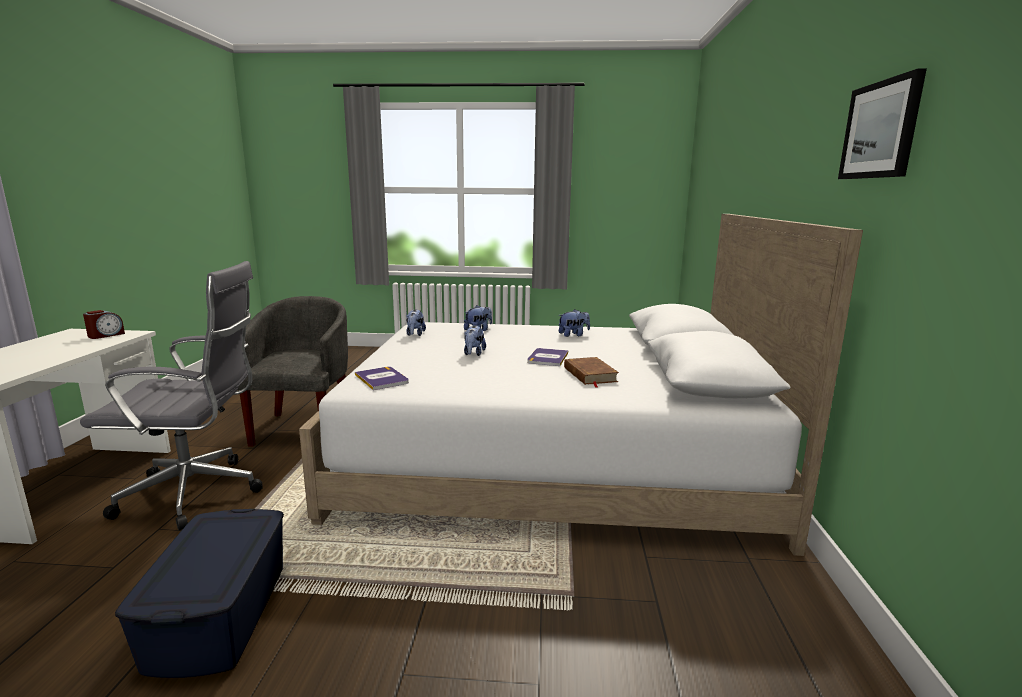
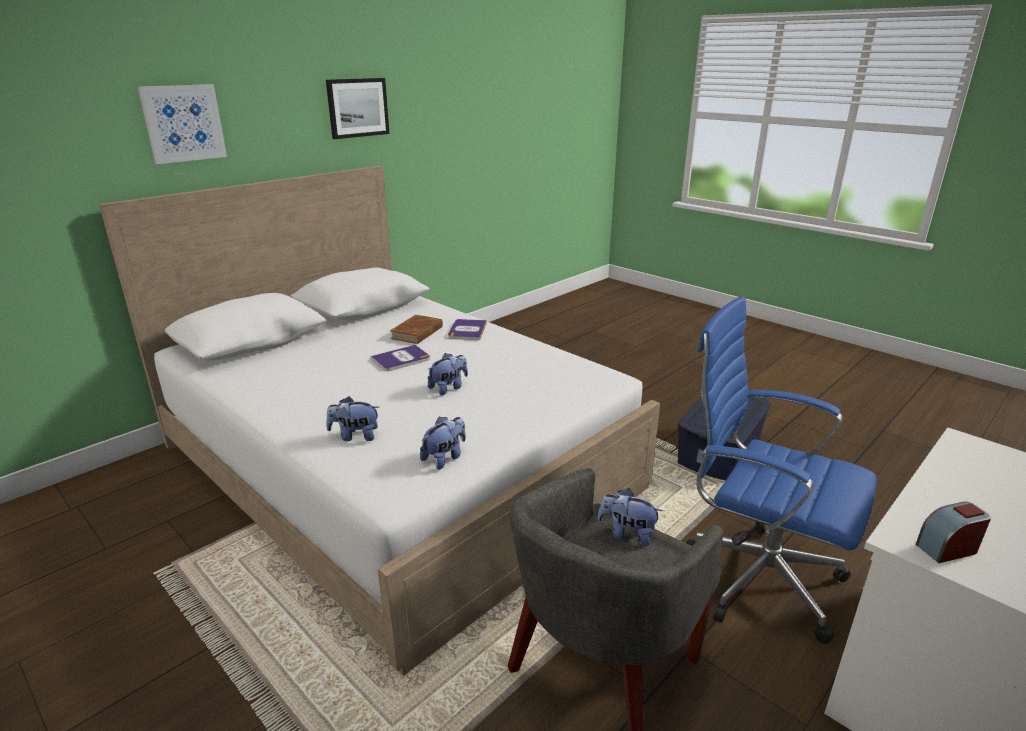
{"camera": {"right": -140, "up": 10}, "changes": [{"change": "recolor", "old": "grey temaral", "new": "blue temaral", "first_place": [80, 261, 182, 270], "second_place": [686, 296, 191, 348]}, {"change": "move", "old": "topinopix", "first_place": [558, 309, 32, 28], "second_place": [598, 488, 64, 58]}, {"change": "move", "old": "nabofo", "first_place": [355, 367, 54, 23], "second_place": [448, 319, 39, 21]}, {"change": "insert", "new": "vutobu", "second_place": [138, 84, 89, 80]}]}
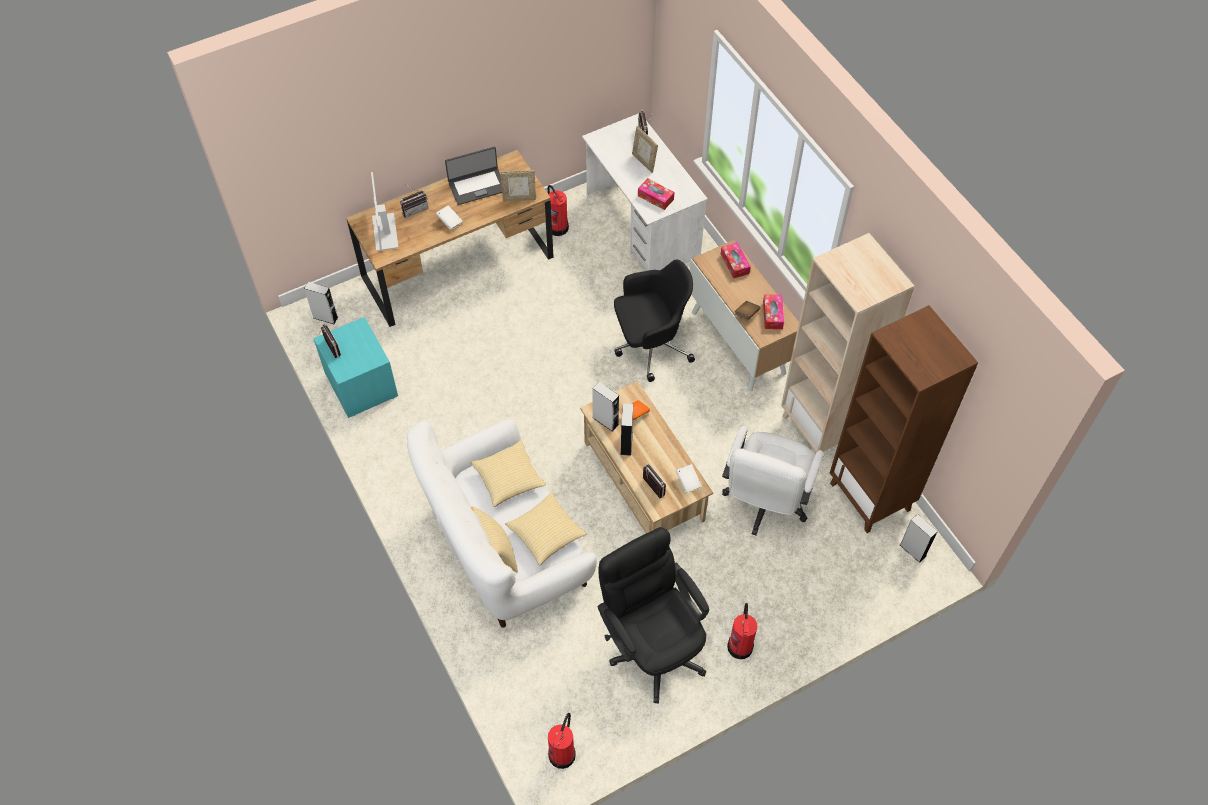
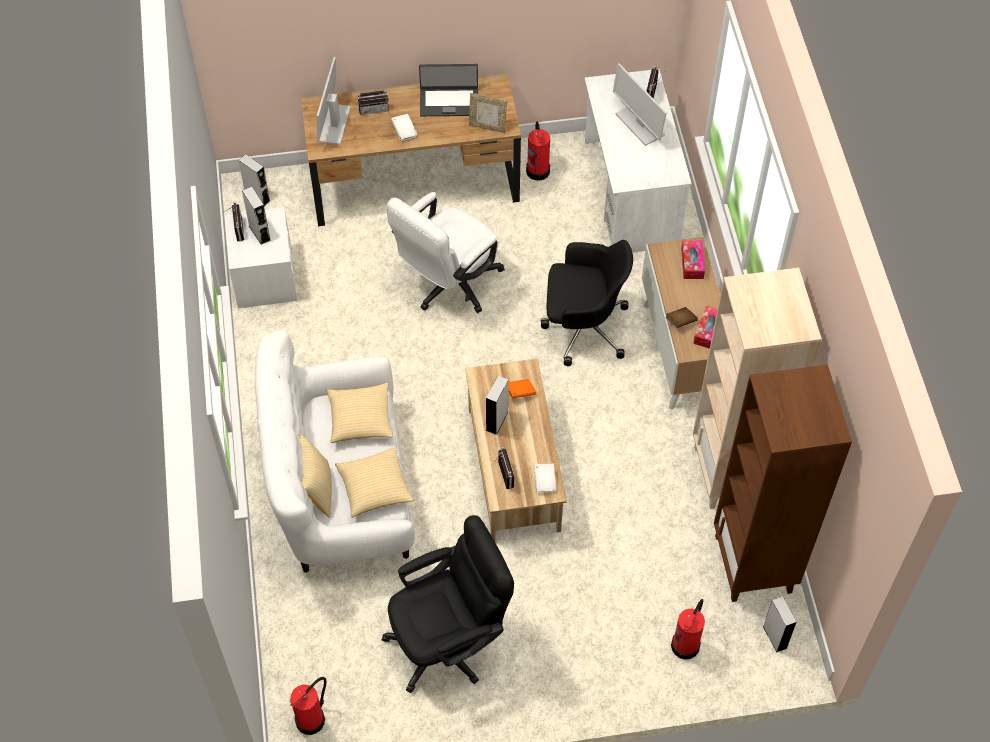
{"camera": {"right": 20, "up": 0}, "changes": [{"change": "replace", "old": "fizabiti", "new": "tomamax", "first_place": [632, 126, 26, 47], "second_place": [613, 63, 54, 83]}, {"change": "delete", "old": "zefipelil", "first_place": [638, 178, 36, 32]}, {"change": "recolor", "old": "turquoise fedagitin", "new": "white fedagitin", "first_place": [313, 317, 85, 101], "second_place": [224, 207, 73, 101]}, {"change": "move", "old": "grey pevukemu", "first_place": [592, 382, 27, 50], "second_place": [242, 186, 29, 59]}, {"change": "move", "old": "white temaral", "first_place": [722, 426, 101, 109], "second_place": [386, 192, 119, 121]}, {"change": "rotate", "old": "black temaral", "first_place": [597, 527, 112, 177], "second_place": [382, 515, 132, 178], "degrees": 75}, {"change": "move", "old": "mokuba", "first_place": [727, 603, 30, 56], "second_place": [671, 599, 34, 60]}]}
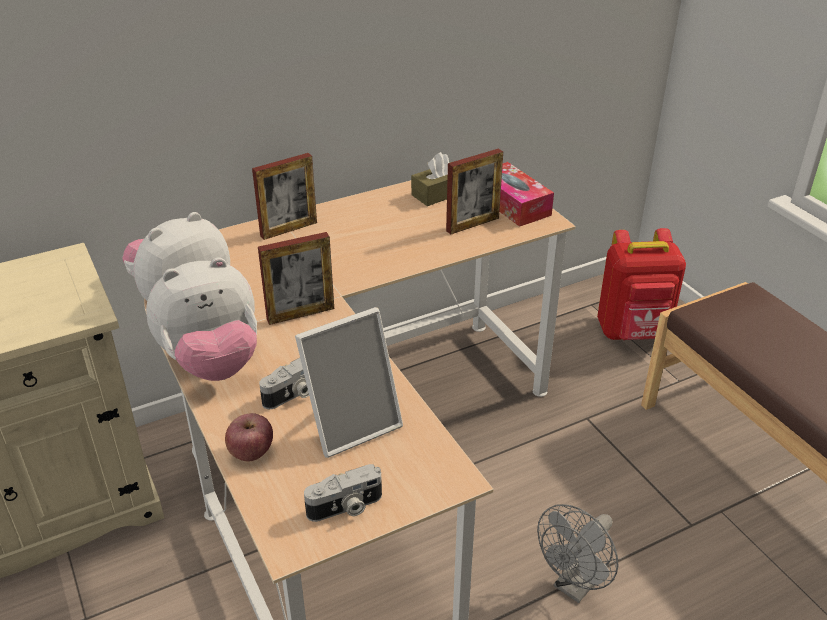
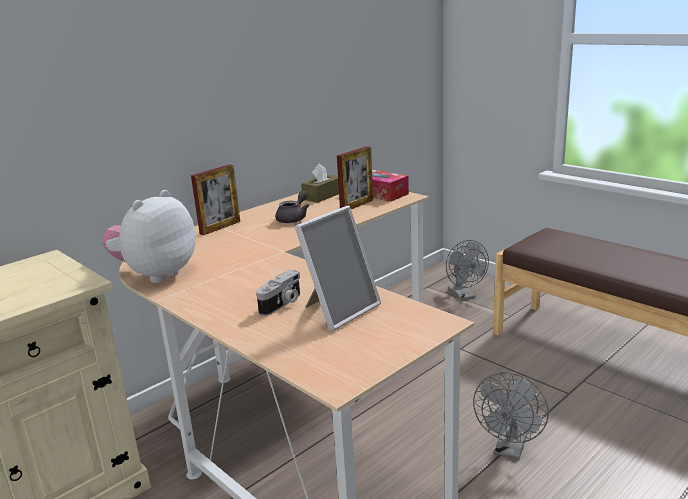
{"camera": {"right": -15, "up": -15}, "changes": [{"change": "replace", "old": "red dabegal", "new": "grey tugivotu", "first_place": [597, 228, 89, 112], "second_place": [446, 240, 43, 61]}, {"change": "delete", "old": "fizabiti", "first_place": [258, 232, 76, 93]}, {"change": "delete", "old": "topinopix", "first_place": [146, 257, 111, 124]}, {"change": "delete", "old": "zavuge", "first_place": [225, 413, 48, 48]}, {"change": "delete", "old": "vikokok", "first_place": [304, 464, 78, 58]}, {"change": "insert", "new": "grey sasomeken", "second_place": [275, 191, 34, 32]}]}
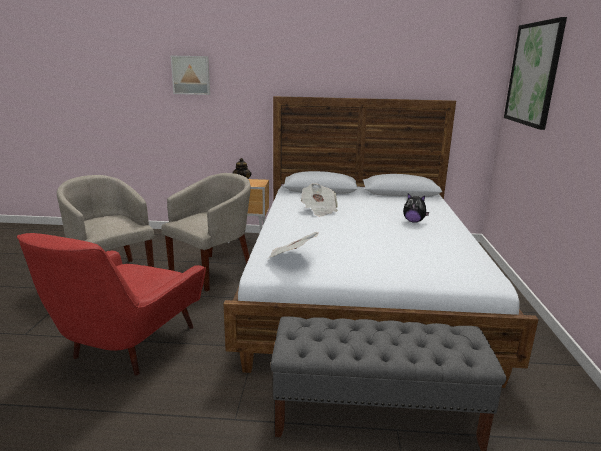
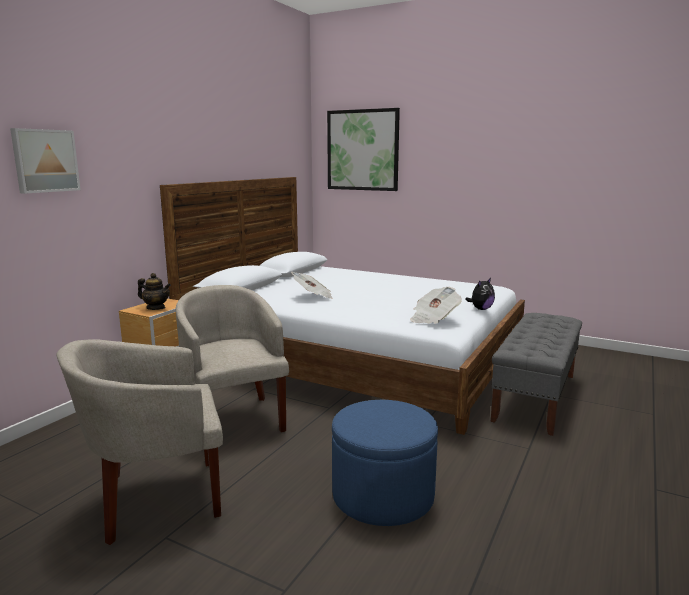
{"camera": {"right": -65, "up": -5}, "changes": [{"change": "move", "old": "topinopix", "first_place": [403, 194, 26, 29], "second_place": [465, 278, 30, 32]}, {"change": "replace", "old": "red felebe", "new": "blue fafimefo", "first_place": [17, 233, 189, 142], "second_place": [332, 400, 106, 126]}]}
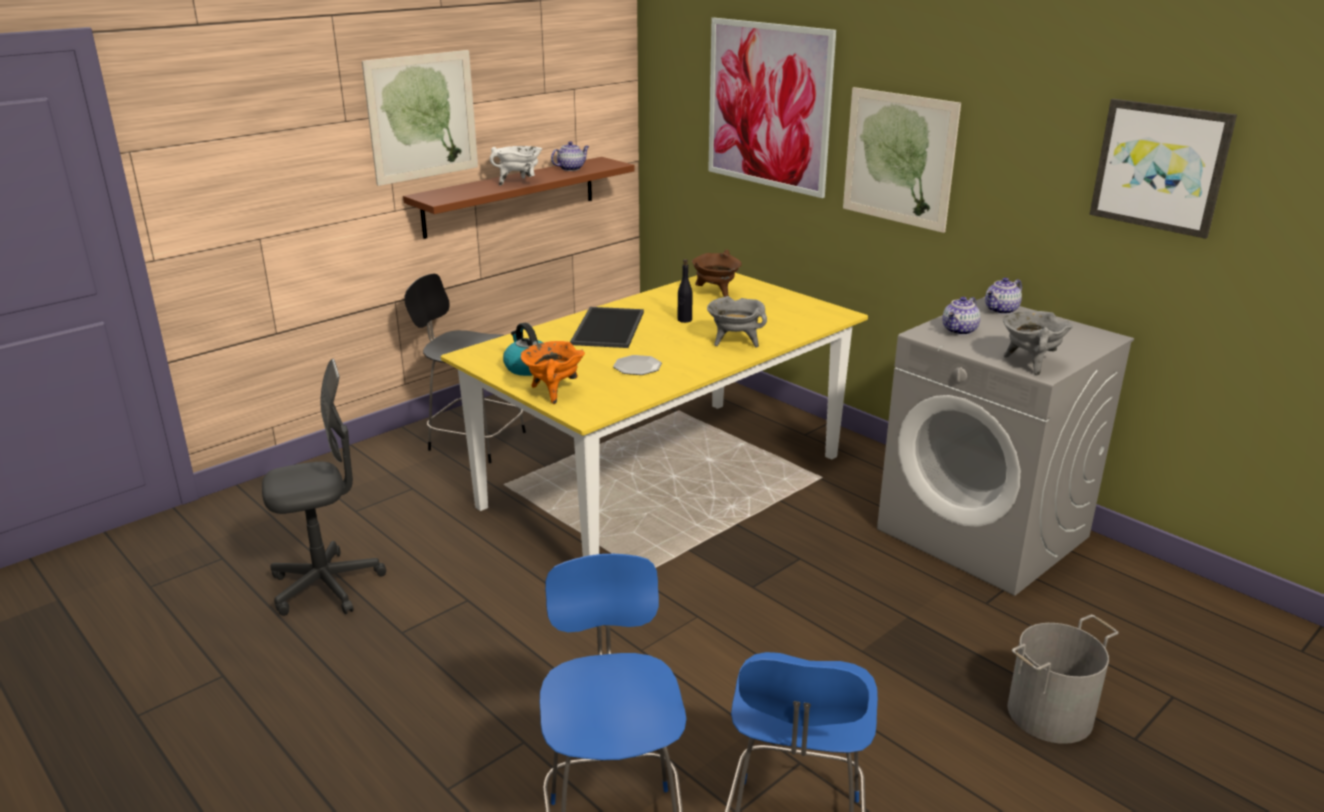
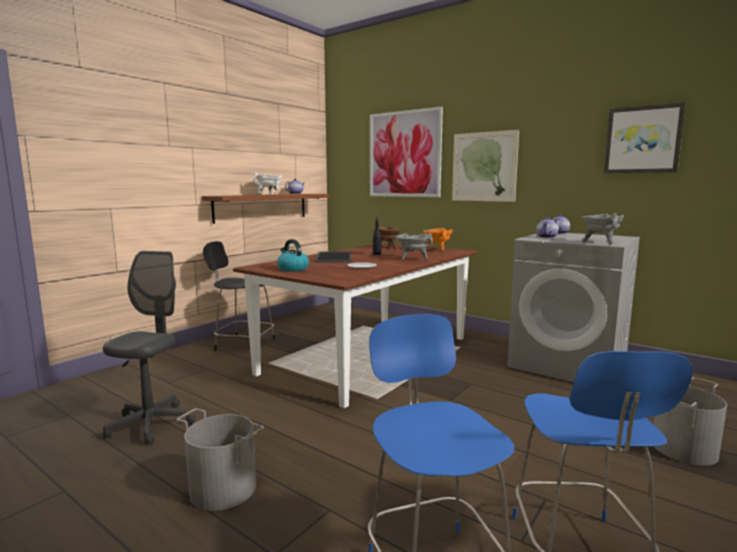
{"camera": {"right": -10, "up": -15}, "changes": [{"change": "delete", "old": "vutobu", "first_place": [362, 50, 116, 136]}, {"change": "recolor", "old": "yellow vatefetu", "new": "brown vatefetu", "first_place": [441, 273, 427, 284], "second_place": [233, 243, 244, 166]}, {"change": "move", "old": "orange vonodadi", "first_place": [521, 341, 64, 63], "second_place": [423, 228, 30, 24]}, {"change": "rotate", "old": "grey temaral", "first_place": [262, 359, 124, 257], "second_place": [103, 251, 92, 194], "degrees": -45}, {"change": "insert", "new": "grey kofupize", "second_place": [176, 409, 88, 102]}]}
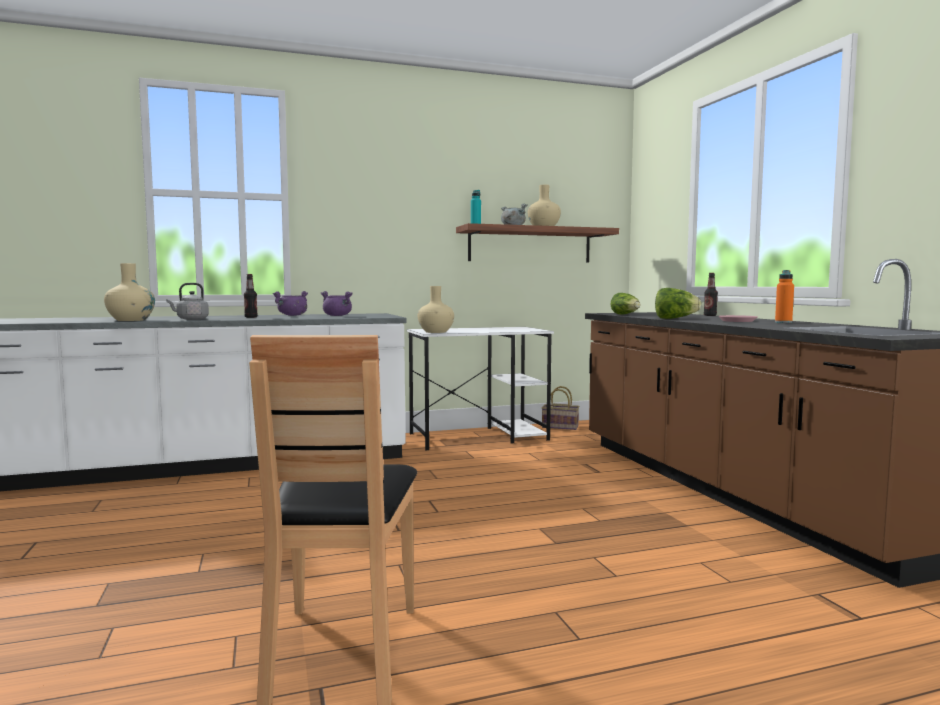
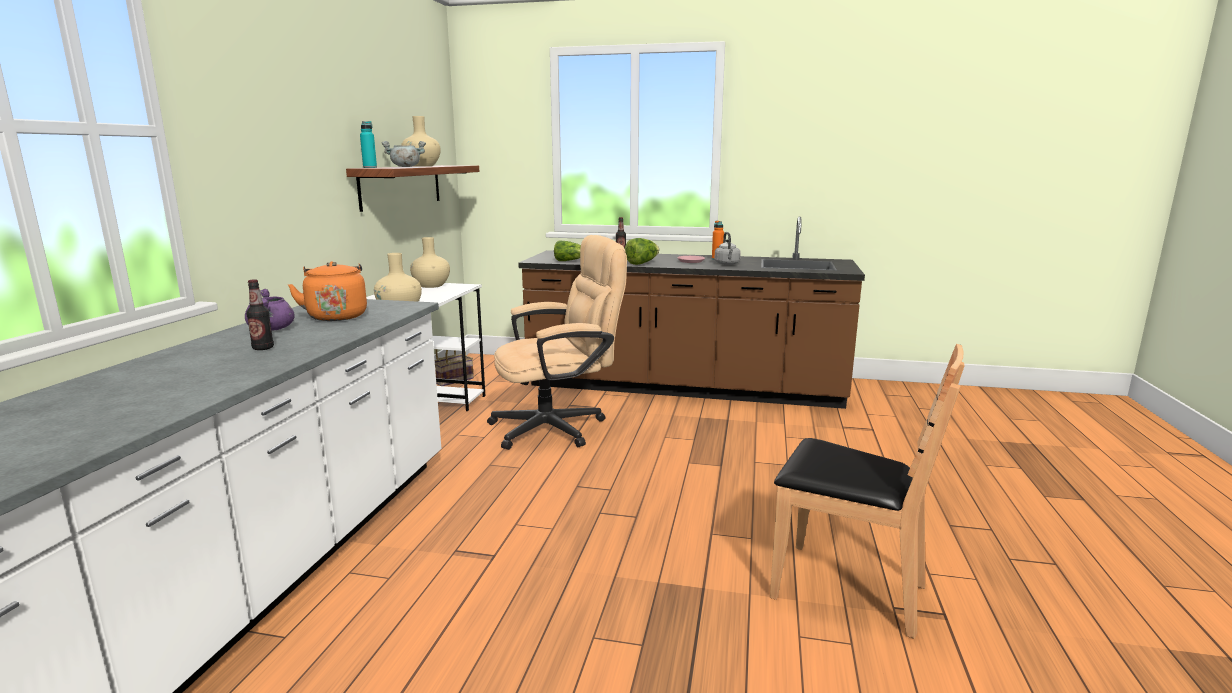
{"camera": {"right": -60, "up": 10}, "changes": [{"change": "move", "old": "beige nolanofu", "first_place": [104, 263, 51, 58], "second_place": [410, 237, 40, 51]}, {"change": "move", "old": "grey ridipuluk", "first_place": [166, 283, 43, 37], "second_place": [715, 232, 26, 33]}, {"change": "replace", "old": "purple vonodadi", "new": "orange ridipuluk", "first_place": [321, 291, 32, 25], "second_place": [288, 261, 79, 60]}, {"change": "insert", "new": "beige temaral", "second_place": [487, 235, 140, 215]}]}
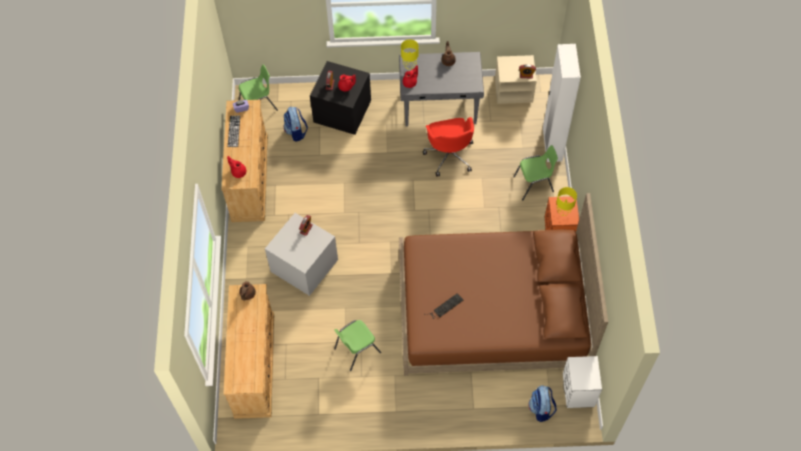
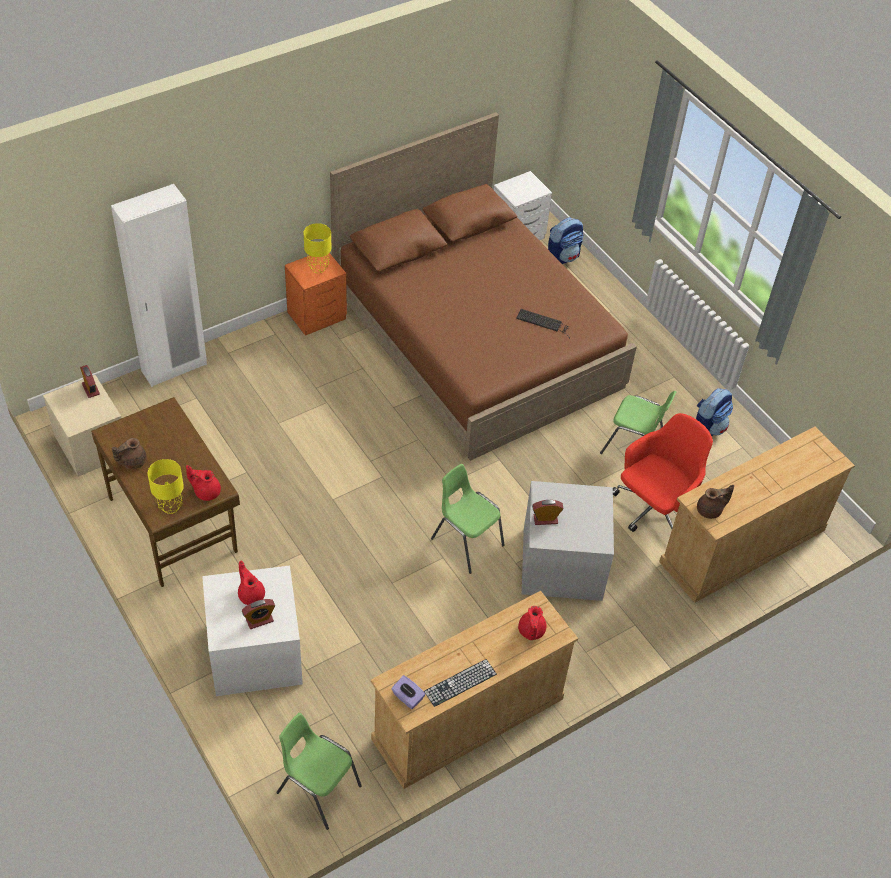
{"camera": {"right": -125, "up": -10}, "changes": [{"change": "recolor", "old": "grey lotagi", "new": "brown lotagi", "first_place": [399, 52, 85, 75], "second_place": [91, 397, 149, 190]}, {"change": "recolor", "old": "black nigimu", "new": "white nigimu", "first_place": [310, 61, 61, 74], "second_place": [202, 566, 101, 130]}, {"change": "move", "old": "dabegal", "first_place": [284, 107, 24, 35], "second_place": [696, 388, 37, 48]}, {"change": "move", "old": "red temaral", "first_place": [423, 117, 51, 60], "second_place": [613, 413, 100, 119]}, {"change": "move", "old": "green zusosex", "first_place": [513, 145, 45, 55], "second_place": [431, 464, 74, 110]}]}
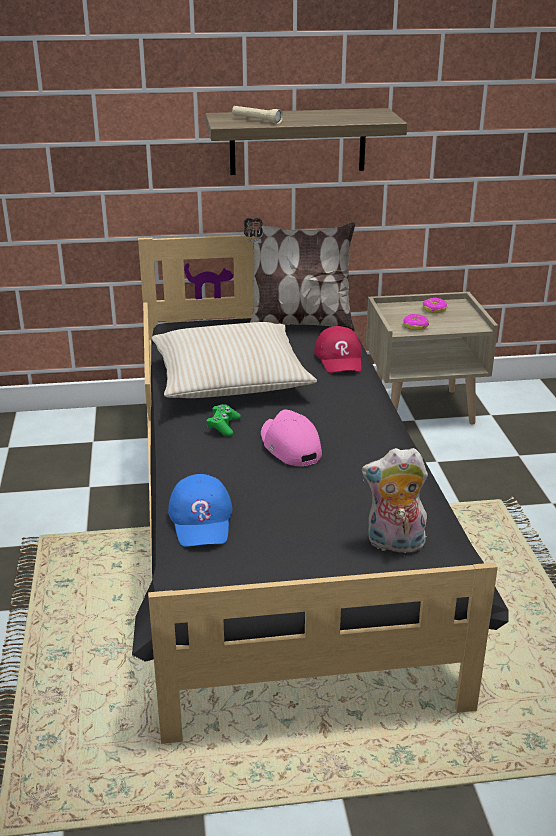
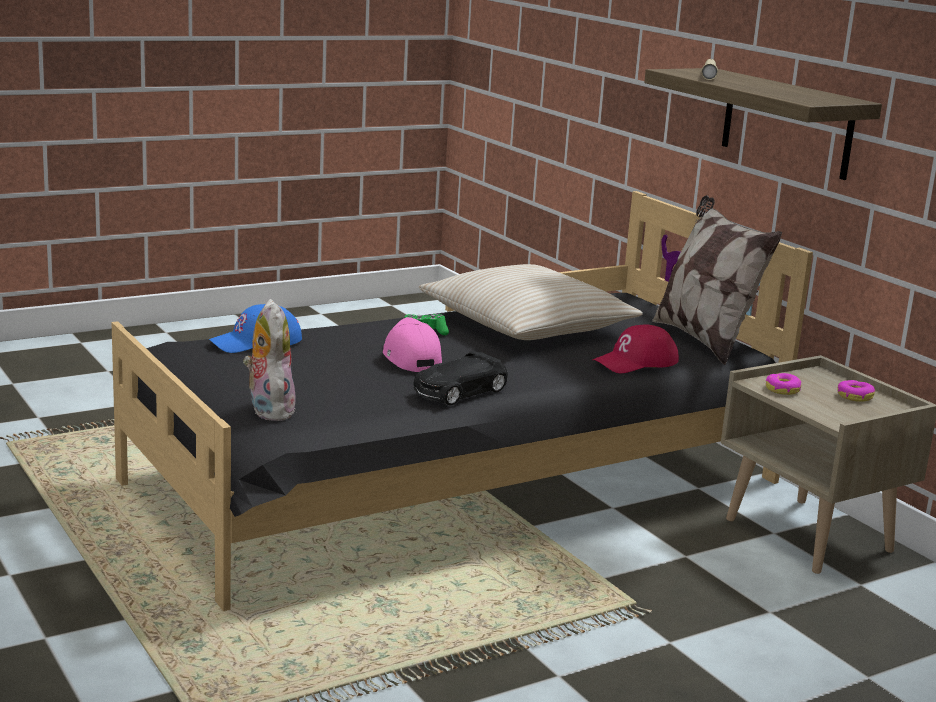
{"camera": {"right": 65, "up": -10}, "changes": [{"change": "rotate", "old": "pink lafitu", "first_place": [261, 410, 61, 56], "second_place": [383, 317, 59, 55], "degrees": -60}, {"change": "insert", "new": "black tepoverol", "second_place": [413, 351, 95, 54]}]}
